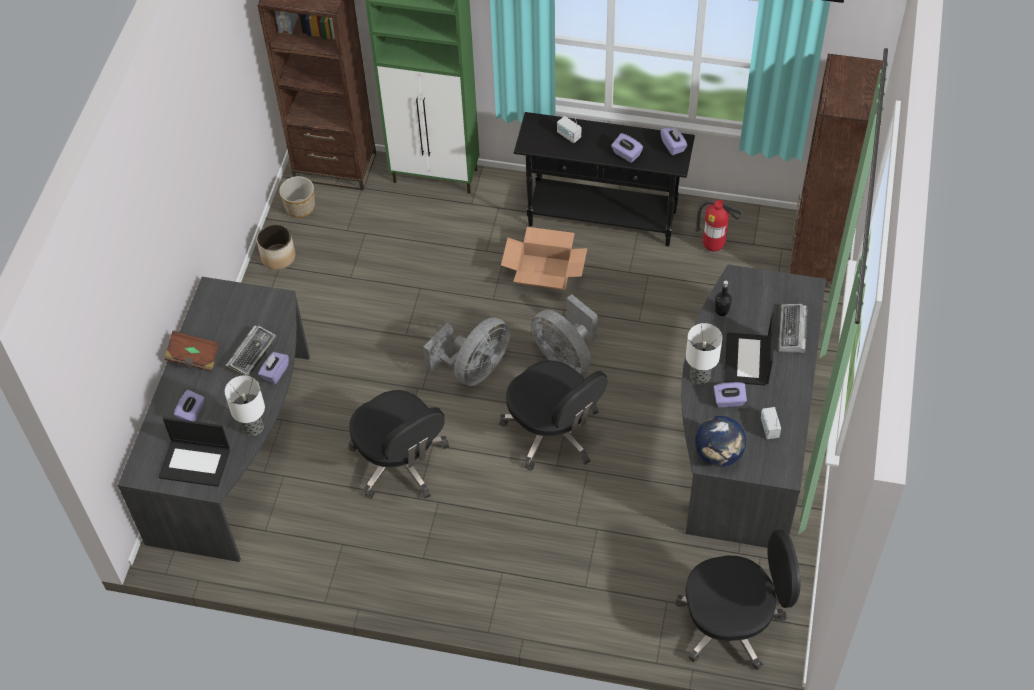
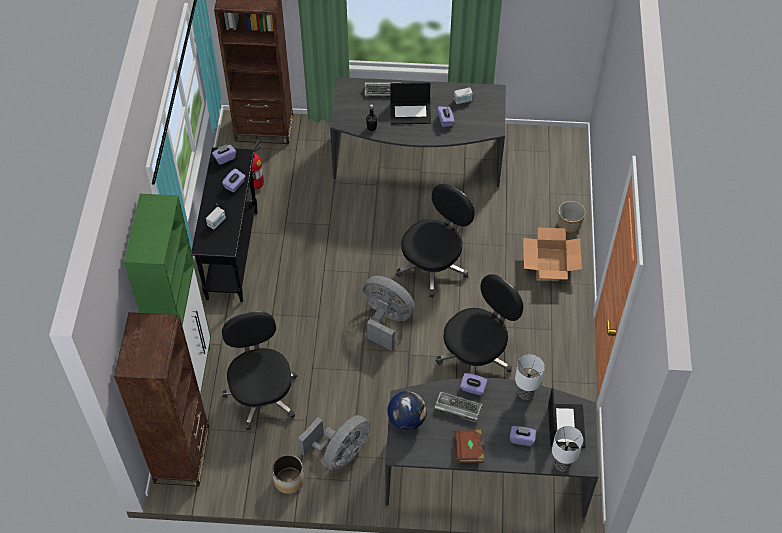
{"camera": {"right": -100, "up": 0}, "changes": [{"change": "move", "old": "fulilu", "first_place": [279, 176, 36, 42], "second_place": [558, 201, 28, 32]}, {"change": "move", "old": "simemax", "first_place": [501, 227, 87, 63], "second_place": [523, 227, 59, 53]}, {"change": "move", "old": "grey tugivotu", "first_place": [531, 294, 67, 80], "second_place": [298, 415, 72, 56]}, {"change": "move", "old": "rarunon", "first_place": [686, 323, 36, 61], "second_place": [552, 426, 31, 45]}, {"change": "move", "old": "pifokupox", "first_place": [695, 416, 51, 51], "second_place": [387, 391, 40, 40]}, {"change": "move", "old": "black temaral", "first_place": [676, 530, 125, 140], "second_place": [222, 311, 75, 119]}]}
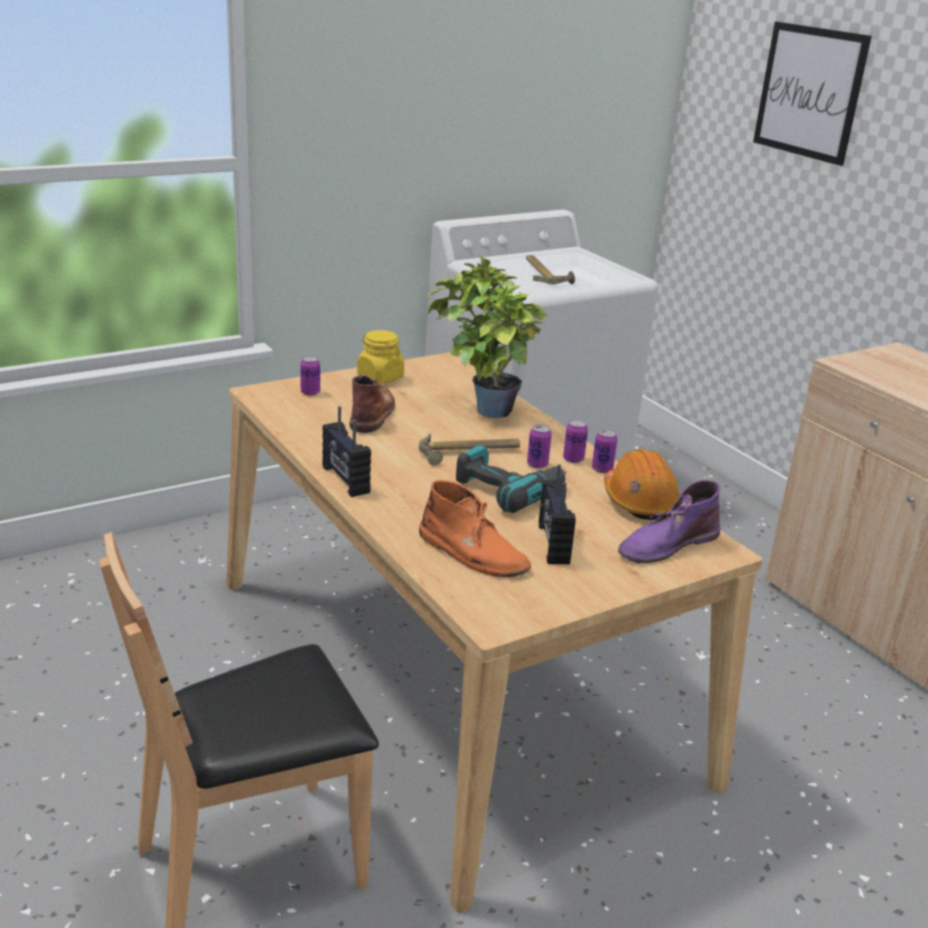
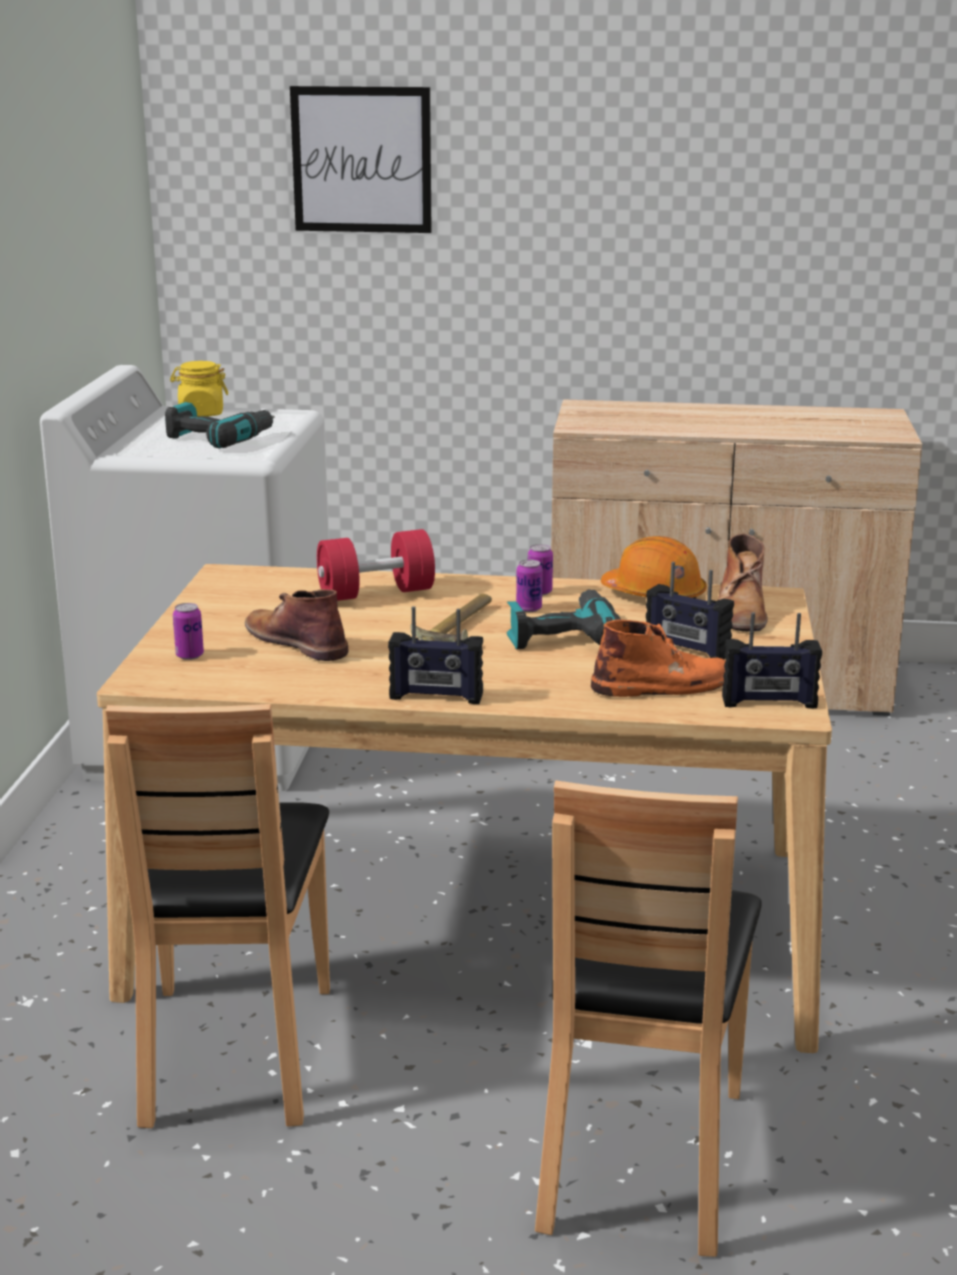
{"camera": {"right": -50, "up": -5}, "changes": [{"change": "replace", "old": "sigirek", "new": "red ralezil", "first_place": [428, 255, 120, 163], "second_place": [317, 529, 118, 72]}, {"change": "replace", "old": "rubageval", "new": "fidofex", "first_place": [526, 255, 49, 29], "second_place": [165, 402, 110, 46]}, {"change": "move", "old": "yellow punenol", "first_place": [357, 330, 47, 54], "second_place": [170, 361, 58, 56]}, {"change": "delete", "old": "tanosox", "first_place": [592, 429, 25, 44]}, {"change": "recolor", "old": "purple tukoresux", "new": "brown tukoresux", "first_place": [618, 480, 103, 84], "second_place": [718, 534, 50, 97]}, {"change": "insert", "new": "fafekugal", "second_place": [722, 612, 100, 97]}, {"change": "insert", "new": "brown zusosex", "second_place": [106, 704, 224, 424]}]}
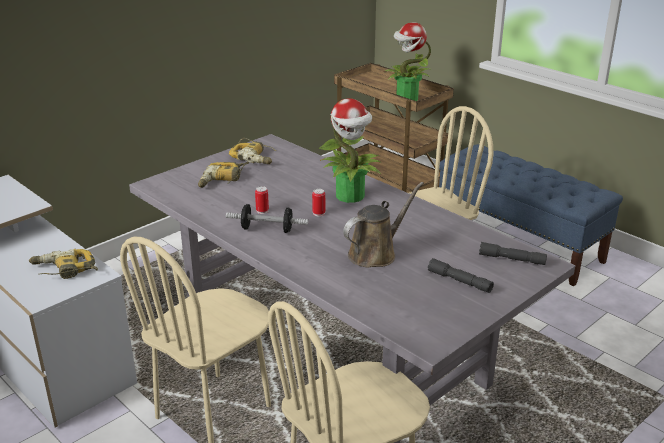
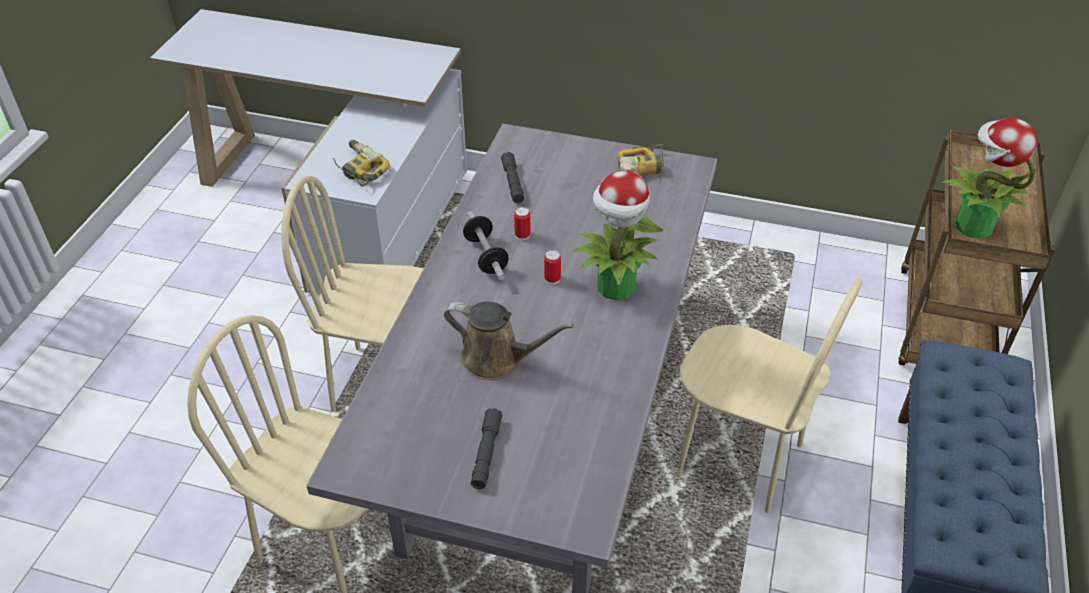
{"camera": {"right": 60, "up": 15}, "changes": [{"change": "delete", "old": "fidofex", "first_place": [198, 162, 51, 26]}, {"change": "move", "old": "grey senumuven", "first_place": [479, 242, 68, 23], "second_place": [501, 152, 23, 51]}]}
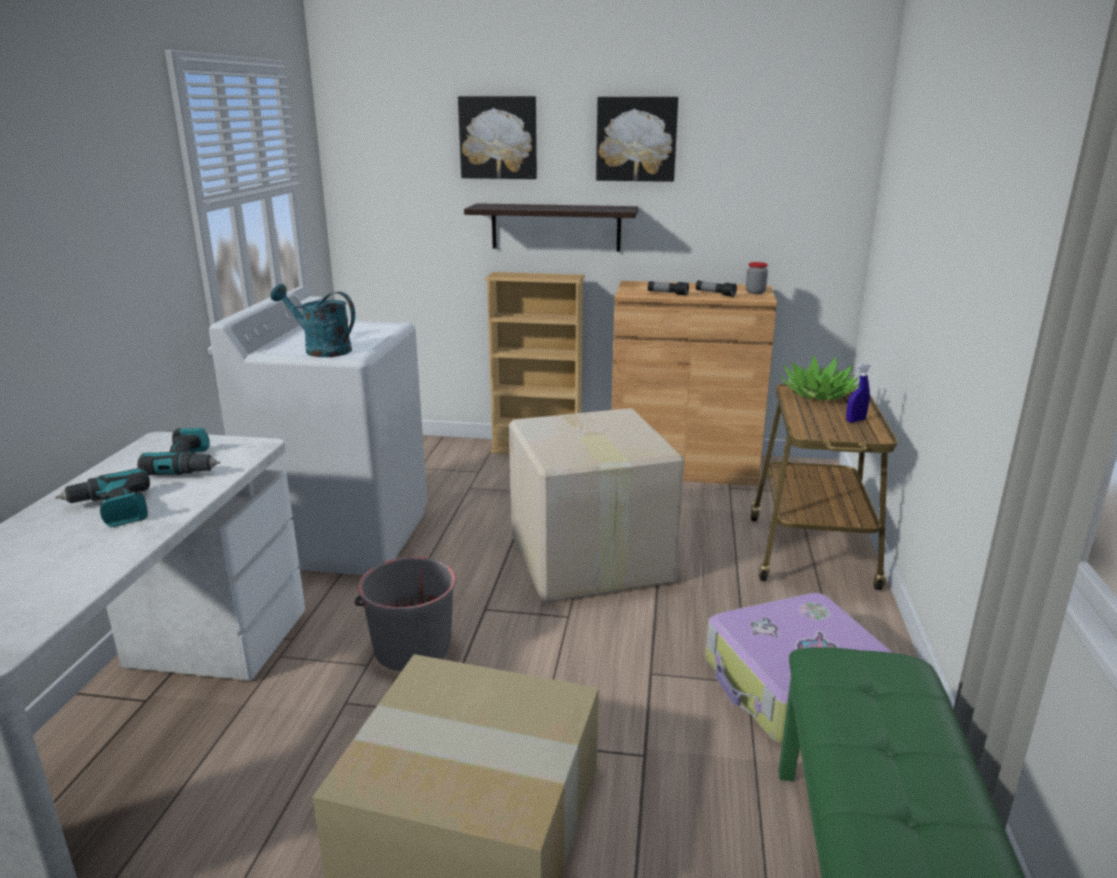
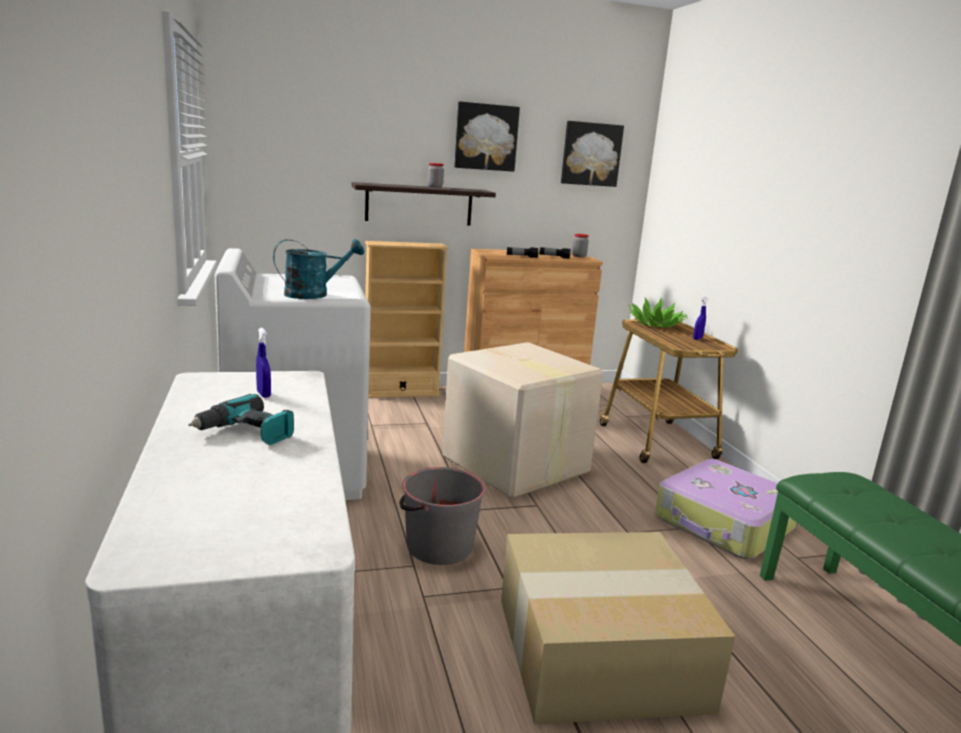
{"camera": {"right": -25, "up": -5}, "changes": [{"change": "move", "old": "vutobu", "first_place": [458, 96, 79, 83], "second_place": [561, 121, 63, 66]}, {"change": "rotate", "old": "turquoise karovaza", "first_place": [270, 284, 85, 73], "second_place": [273, 239, 91, 60], "degrees": 150}, {"change": "replace", "old": "fidofex", "new": "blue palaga", "first_place": [137, 428, 83, 47], "second_place": [256, 328, 15, 70]}, {"change": "insert", "new": "punenol", "second_place": [427, 163, 17, 25]}]}
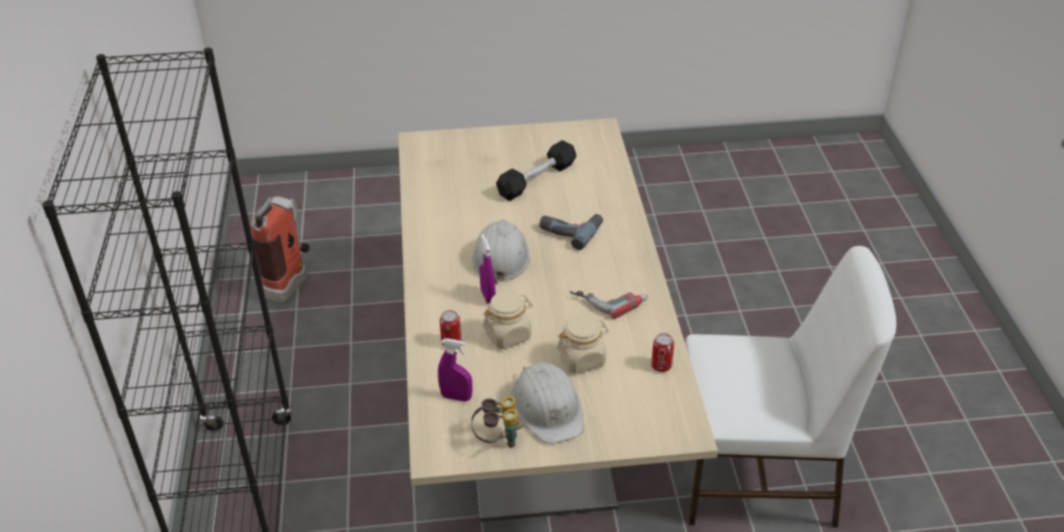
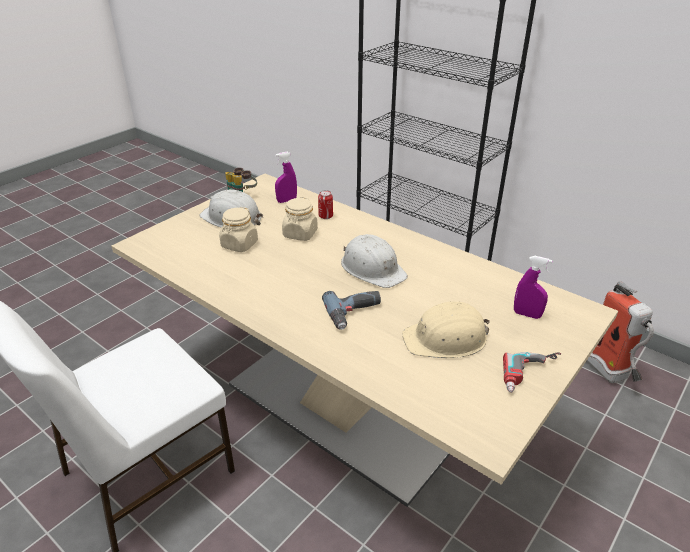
{"camera": {"right": 135, "up": -5}, "changes": [{"change": "replace", "old": "black ralezil", "new": "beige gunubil", "first_place": [496, 140, 80, 61], "second_place": [402, 302, 88, 56]}, {"change": "move", "old": "purple palaga", "first_place": [480, 234, 16, 70], "second_place": [514, 256, 39, 63]}, {"change": "move", "old": "fidofex", "first_place": [570, 291, 78, 28], "second_place": [503, 352, 59, 41]}, {"change": "delete", "old": "tanosox", "first_place": [651, 333, 23, 39]}]}
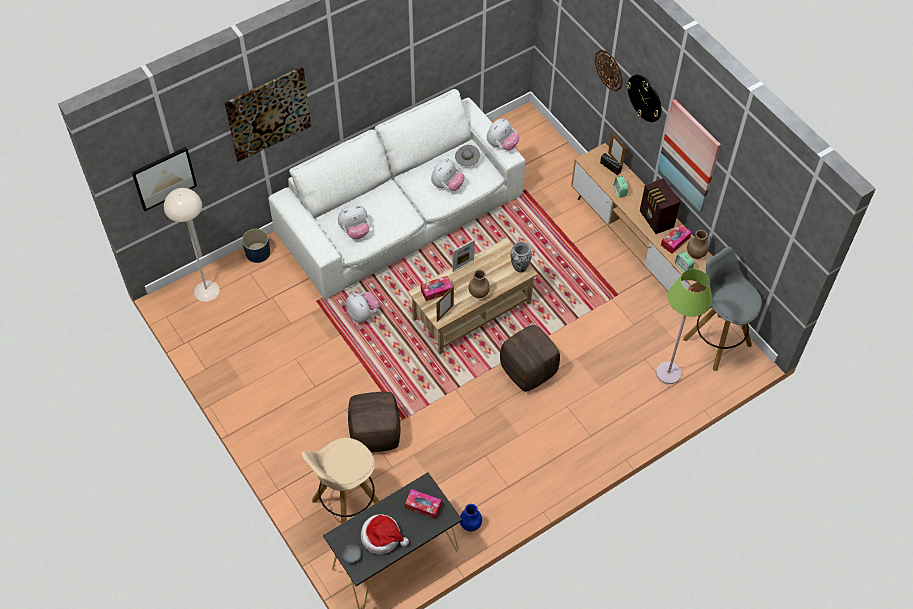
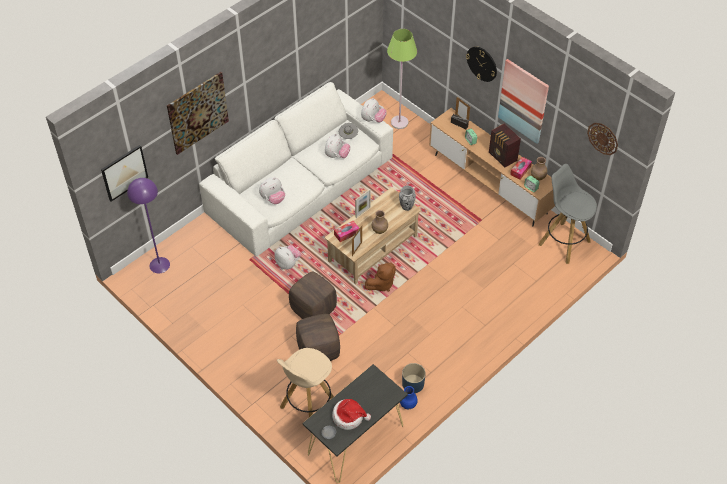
{"camera": {"right": -10, "up": -5}, "changes": [{"change": "move", "old": "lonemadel", "first_place": [595, 50, 28, 42], "second_place": [587, 123, 31, 32]}, {"change": "recolor", "old": "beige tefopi", "new": "purple tefopi", "first_place": [164, 188, 56, 114], "second_place": [127, 178, 43, 95]}, {"change": "move", "old": "blue fulilu", "first_place": [242, 229, 28, 34], "second_place": [402, 363, 24, 30]}, {"change": "move", "old": "green tefopi", "first_place": [656, 269, 56, 115], "second_place": [387, 29, 30, 100]}, {"change": "move", "old": "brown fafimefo", "first_place": [500, 325, 60, 67], "second_place": [289, 272, 48, 47]}, {"change": "delete", "old": "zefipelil", "first_place": [405, 489, 37, 30]}, {"change": "insert", "new": "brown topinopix", "second_place": [365, 262, 31, 30]}]}
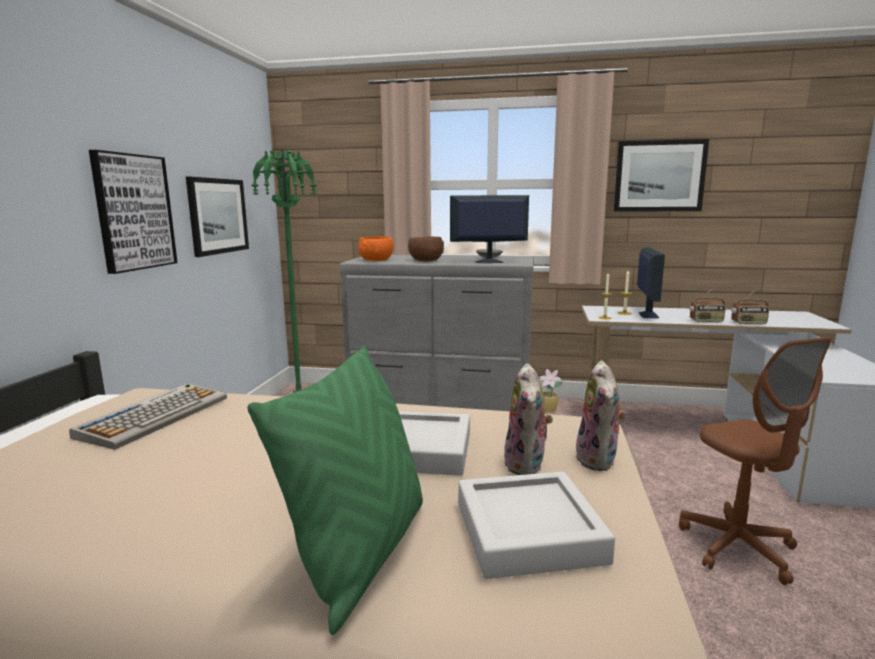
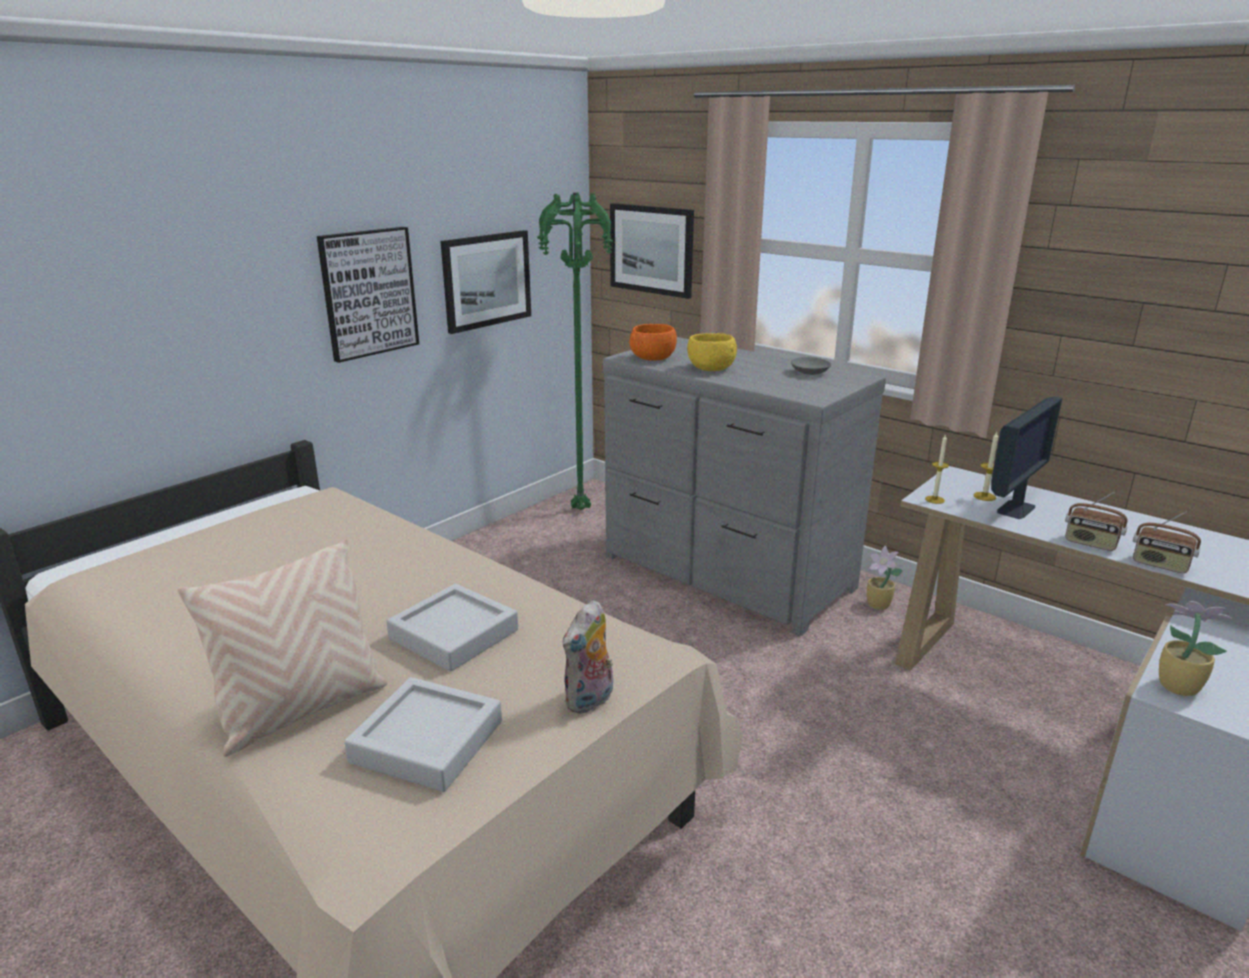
{"camera": {"right": 30, "up": 10}, "changes": [{"change": "move", "old": "vutobu", "first_place": [614, 139, 95, 73], "second_place": [610, 203, 84, 96]}, {"change": "delete", "old": "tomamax", "first_place": [450, 195, 79, 68]}, {"change": "recolor", "old": "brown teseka", "new": "yellow teseka", "first_place": [408, 236, 36, 25], "second_place": [687, 333, 50, 38]}, {"change": "delete", "old": "brown temaral", "first_place": [679, 337, 153, 248]}, {"change": "recolor", "old": "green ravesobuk", "new": "beige ravesobuk", "first_place": [247, 345, 176, 290], "second_place": [178, 539, 209, 218]}, {"change": "delete", "old": "topinopix", "first_place": [504, 363, 49, 112]}, {"change": "delete", "old": "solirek", "first_place": [69, 383, 158, 67]}, {"change": "insert", "new": "sigirek", "second_place": [1159, 601, 73, 95]}]}
